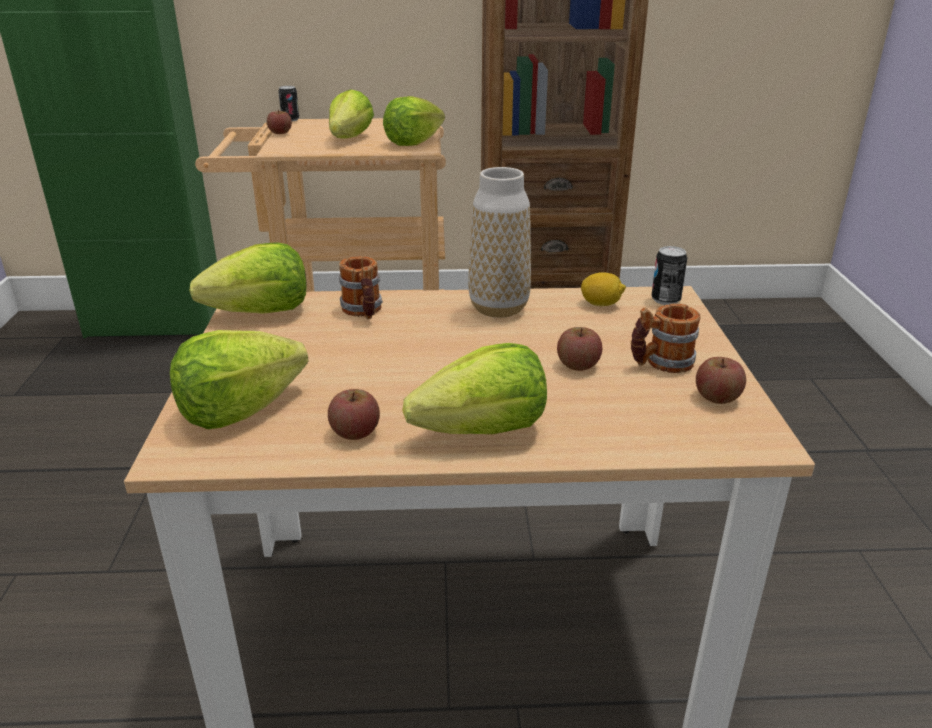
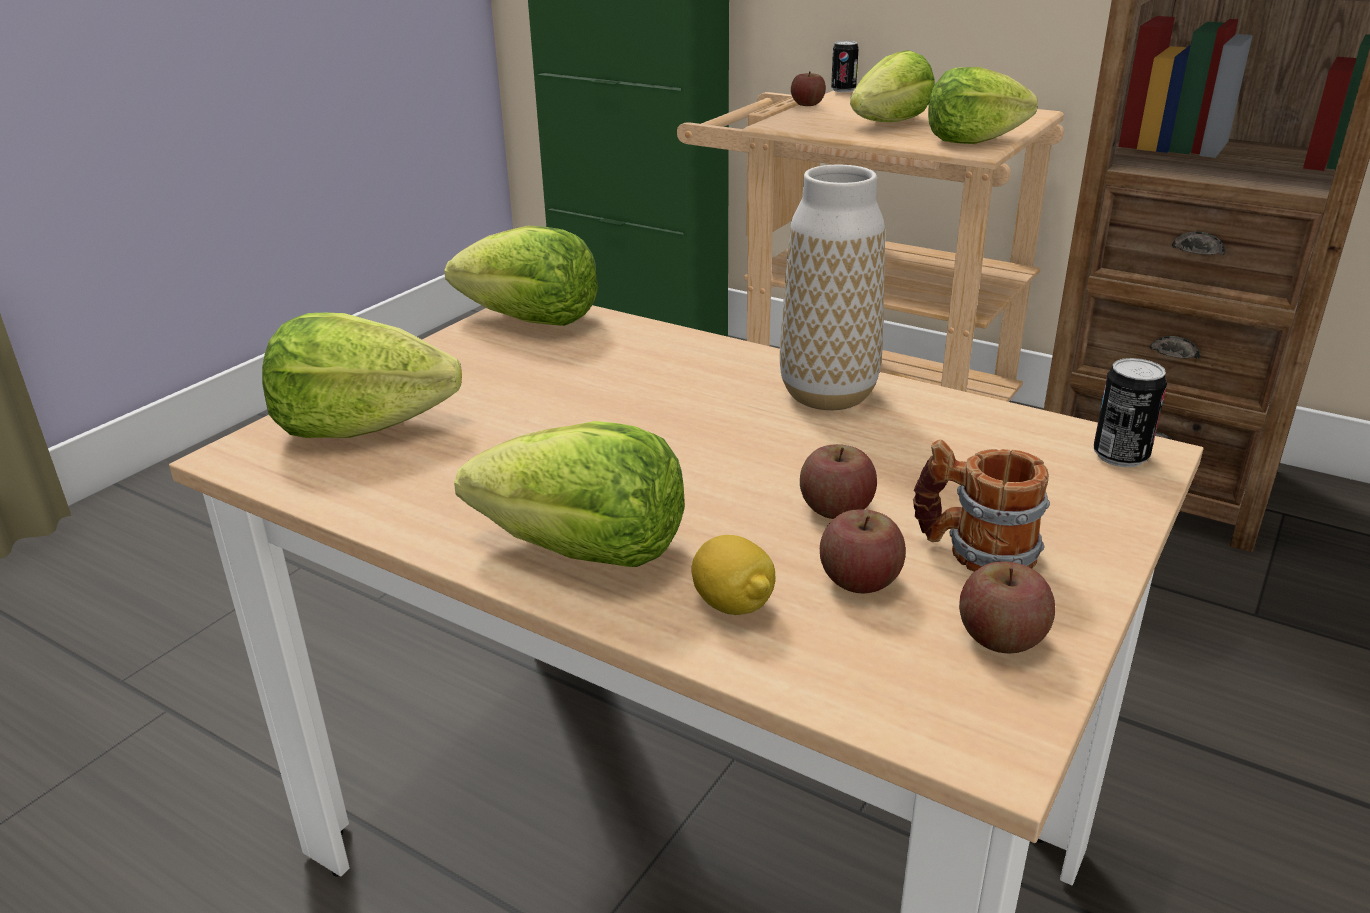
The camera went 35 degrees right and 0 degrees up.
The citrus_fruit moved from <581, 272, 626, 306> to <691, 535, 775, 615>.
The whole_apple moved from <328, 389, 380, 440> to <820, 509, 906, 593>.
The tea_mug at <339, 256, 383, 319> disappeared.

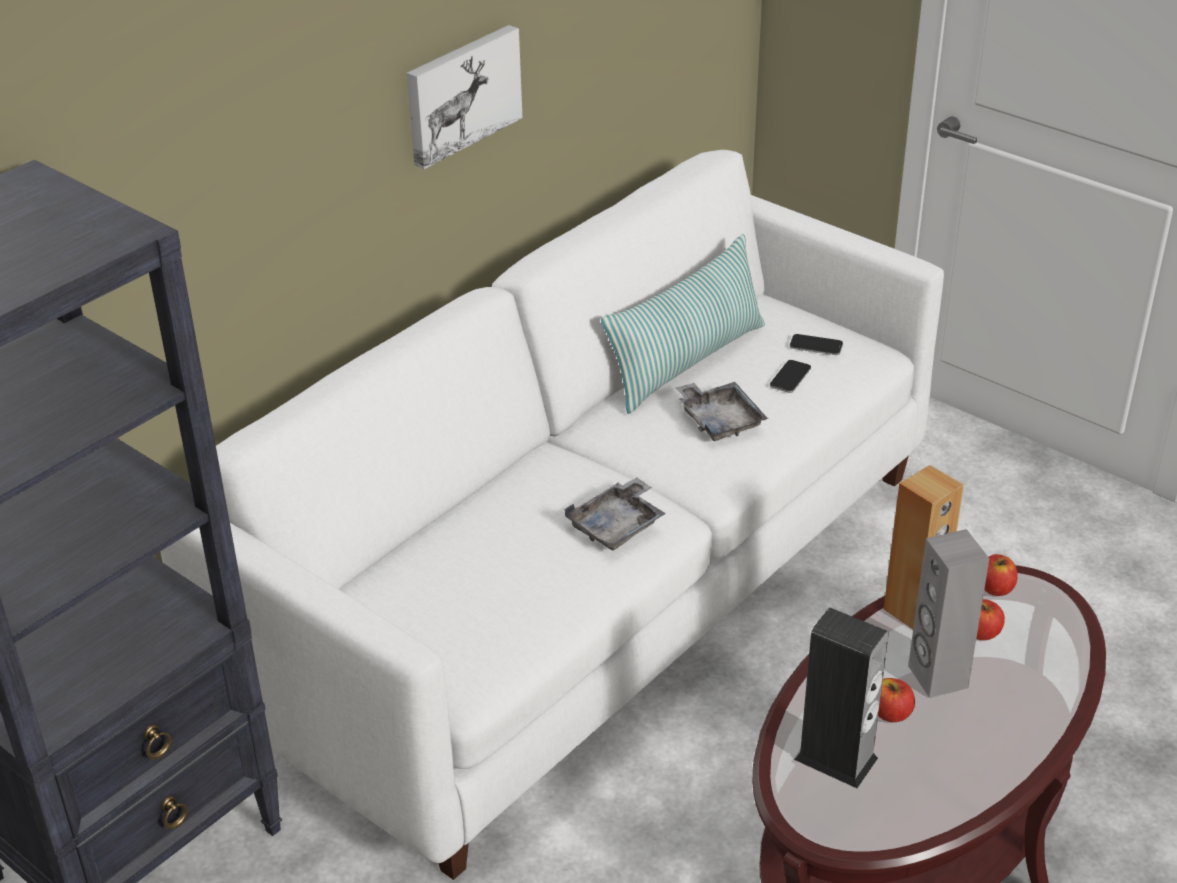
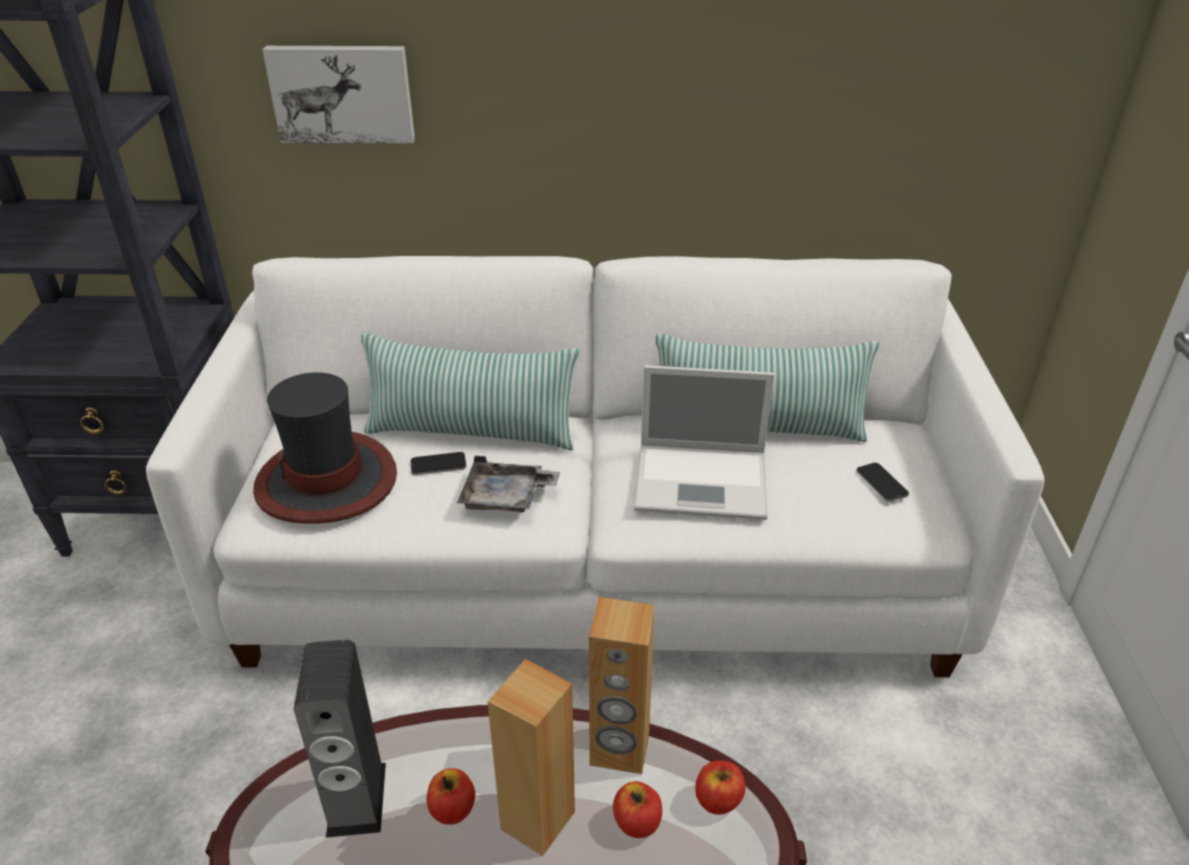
The camera went 50 degrees right and 0 degrees up.
The hat at <253, 372, 397, 524> appeared.
The wall_picture moved from <407, 25, 522, 169> to <262, 46, 415, 143>.
The cushion at <361, 333, 579, 450> appeared.
The telephone moved from <770, 360, 811, 393> to <411, 452, 466, 475>.
The gray_speaker at <908, 529, 989, 698> became the brown_speaker at <487, 659, 575, 856>.
The gray_tray at <676, 382, 768, 441> was replaced by the laptop at <634, 365, 775, 520>.

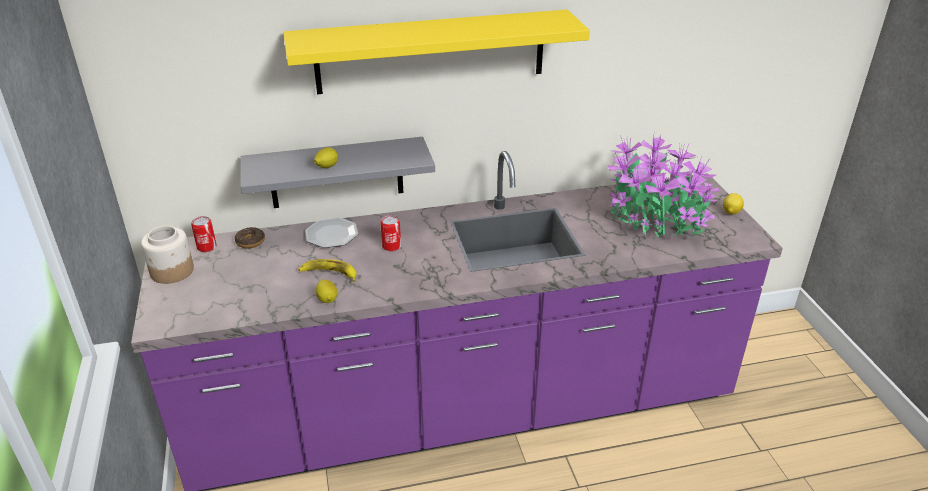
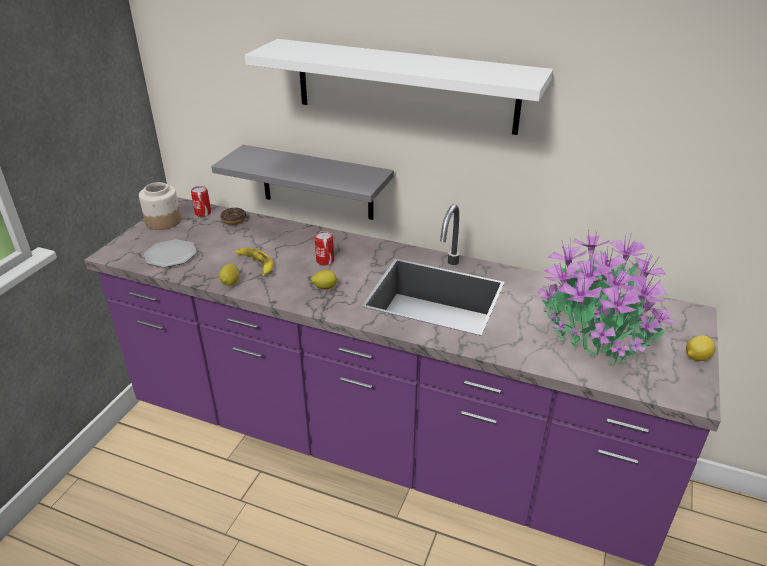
The camera went 35 degrees right and 0 degrees up.
The plate moved from <305, 218, 358, 248> to <144, 239, 197, 268>.
The yellowish_bracket_shelf at <283, 10, 590, 94> became the white_bracket_shelf at <245, 39, 553, 135>.
The citrus_fruit moved from <314, 147, 338, 168> to <311, 270, 338, 289>.

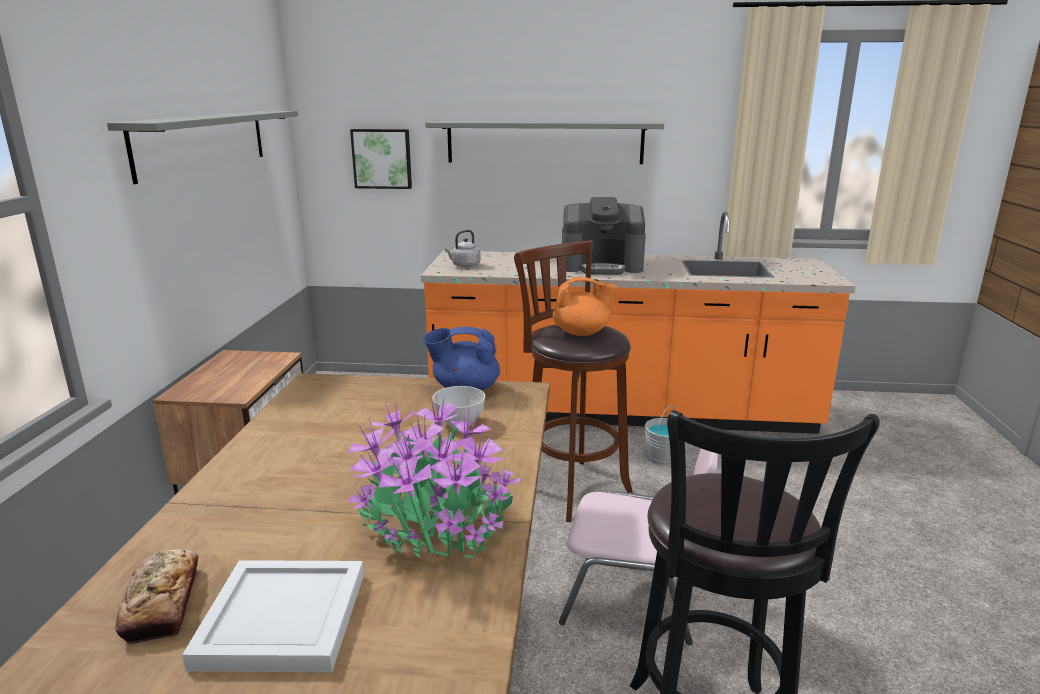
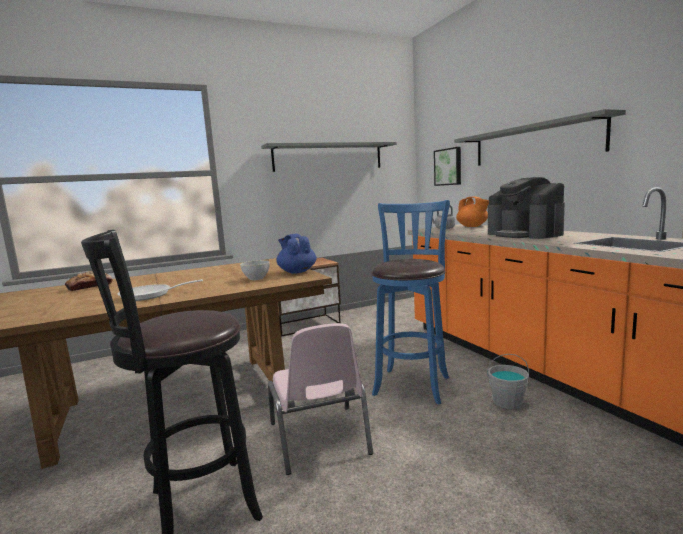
The camera went 60 degrees right and 10 degrees down.
The plant_in_a_pot at <348, 395, 521, 559> was replaced by the pan at <118, 279, 203, 301>.
The brown_sitting_stool at <514, 240, 633, 522> became the blue_sitting_stool at <372, 200, 450, 405>.
The orange-coloured_teapot moved from <553, 277, 618, 336> to <456, 196, 489, 227>.
The white_tray at <182, 560, 364, 672> disappeared.

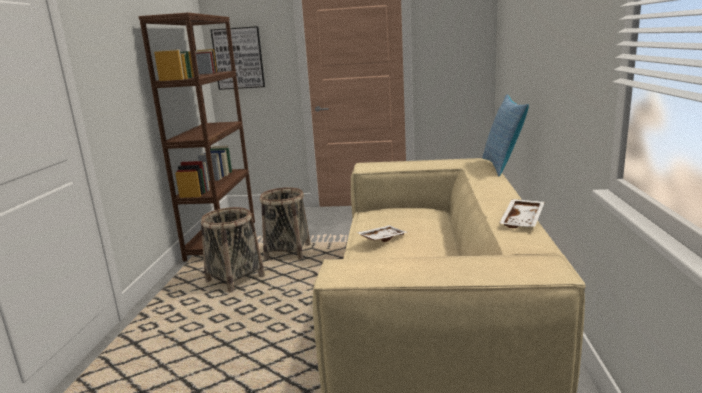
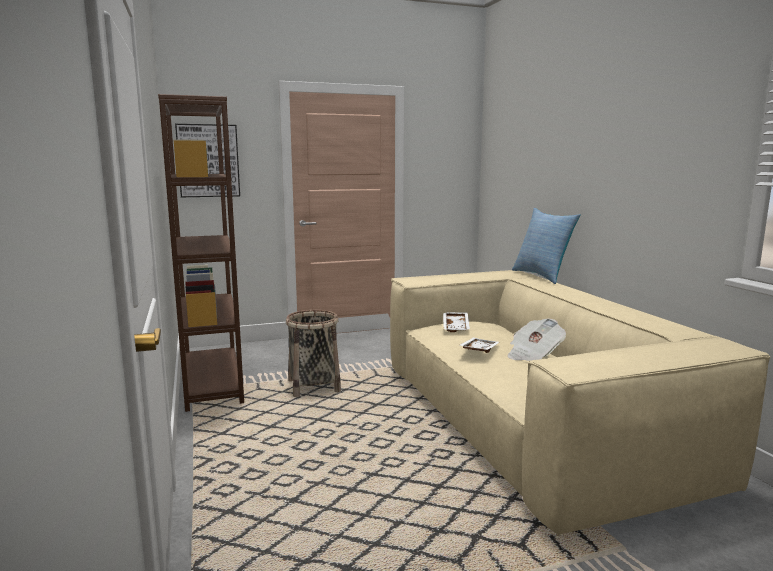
The camera went 25 degrees left and 5 degrees down.
The white_tray moved from <499, 199, 545, 228> to <443, 312, 470, 332>.
The newspaper at <507, 318, 566, 361> appeared.
The storage_basket at <201, 207, 265, 292> disappeared.

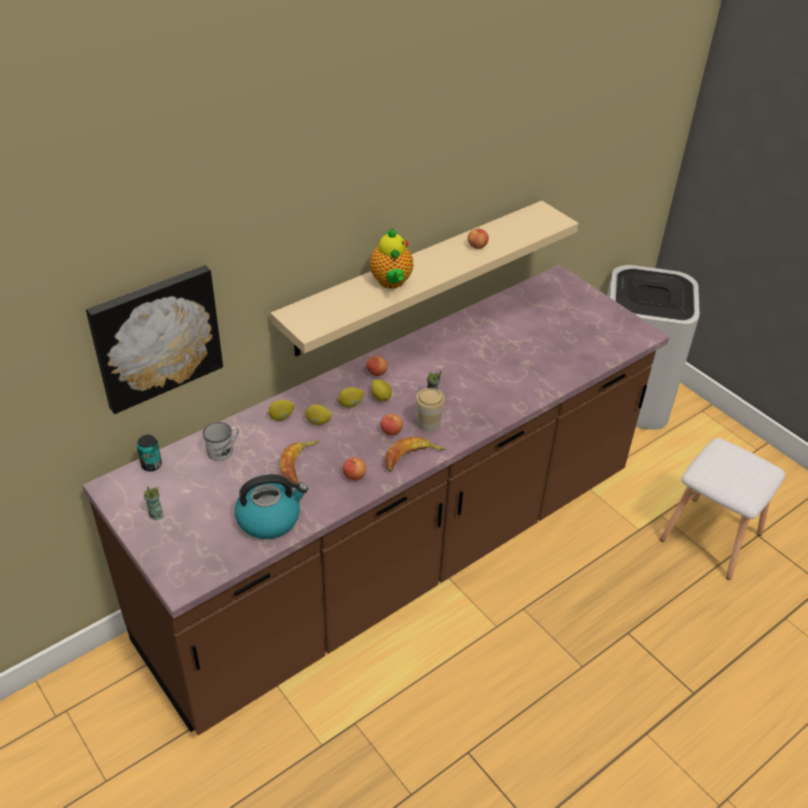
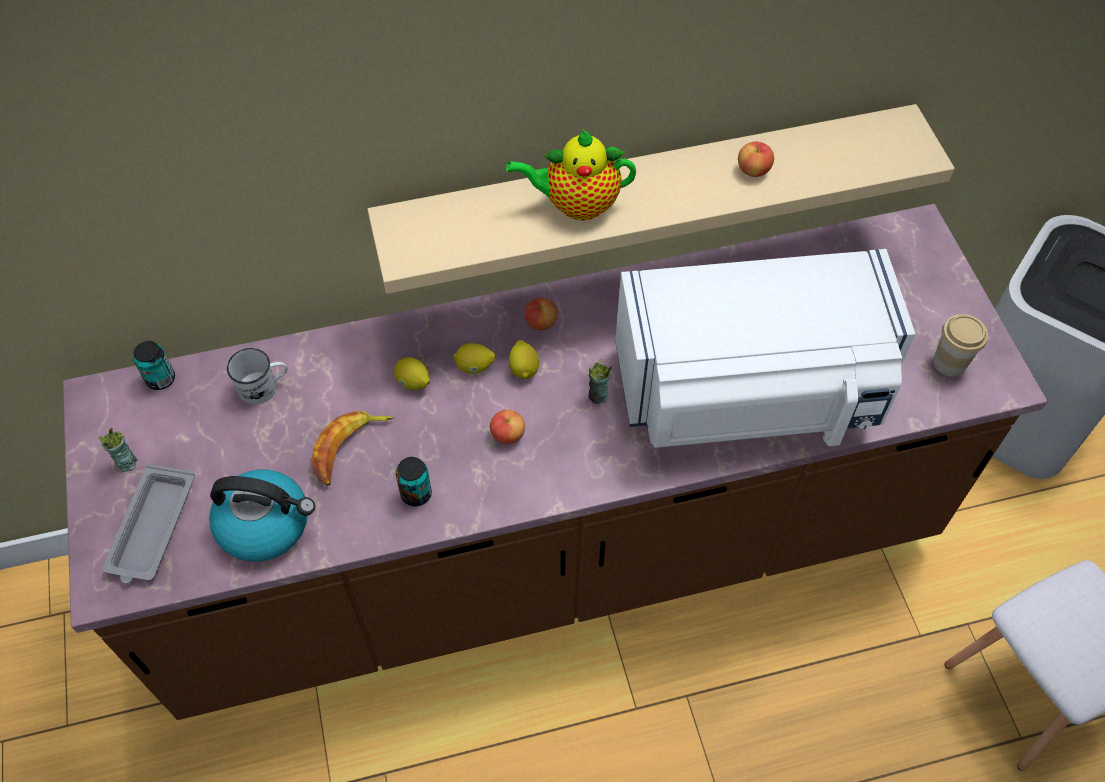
The camera went 25 degrees right and 15 degrees up.
The gray_tray at <102, 464, 195, 584> appeared.
The whole_apple at <343, 457, 366, 480> was replaced by the sealed_can at <396, 457, 432, 506>.
The teapot at <370, 228, 413, 289> turned 75 degrees clockwise.
The white_microwave_oven at <615, 249, 915, 448> appeared.
The cup moved from <416, 388, 445, 432> to <933, 314, 988, 377>.
The wall_picture at <86, 265, 223, 414> disappeared.
The citrus_fruit at <267, 400, 294, 421> disappeared.
The whole_banana at <384, 437, 446, 472> disappeared.

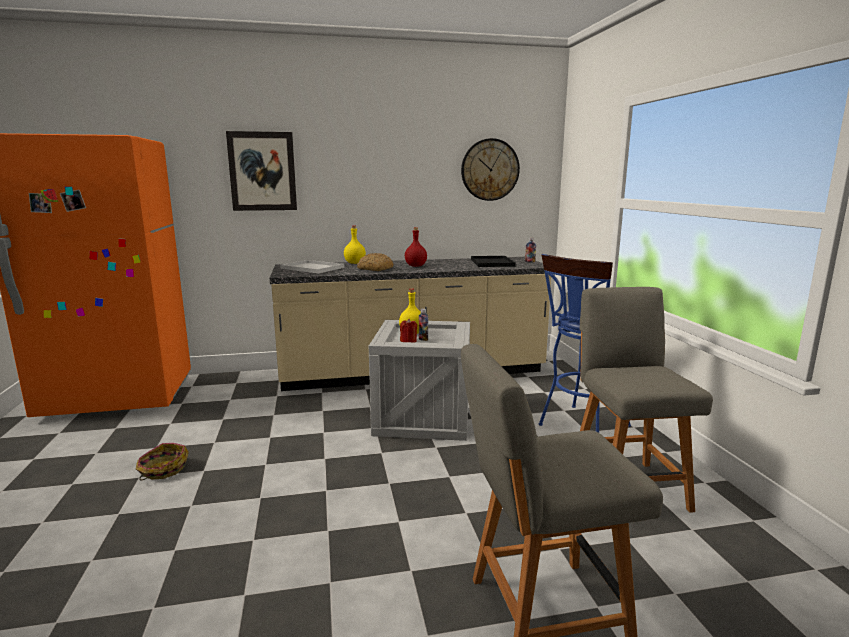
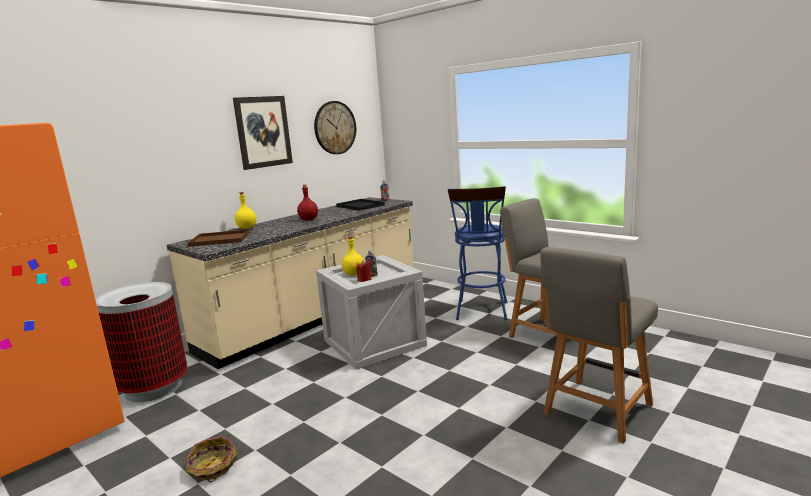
The camera went 35 degrees left and 0 degrees up.
The trash_can at <95, 282, 188, 402> appeared.
The white_tray at <280, 260, 345, 273> became the brown_tray at <187, 230, 250, 247>.
The wall_picture moved from <226, 131, 297, 211> to <233, 96, 293, 170>.
The bread at <357, 253, 394, 271> disappeared.

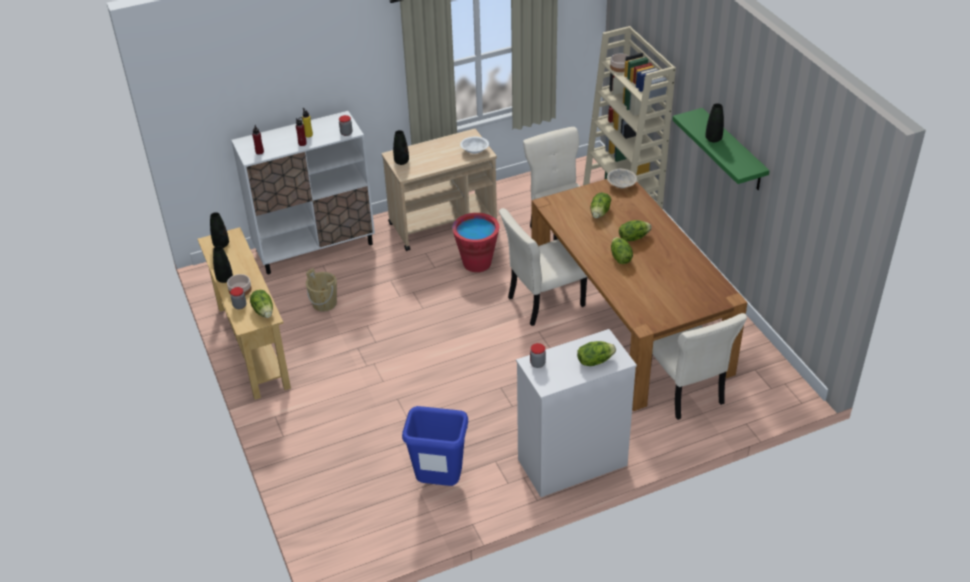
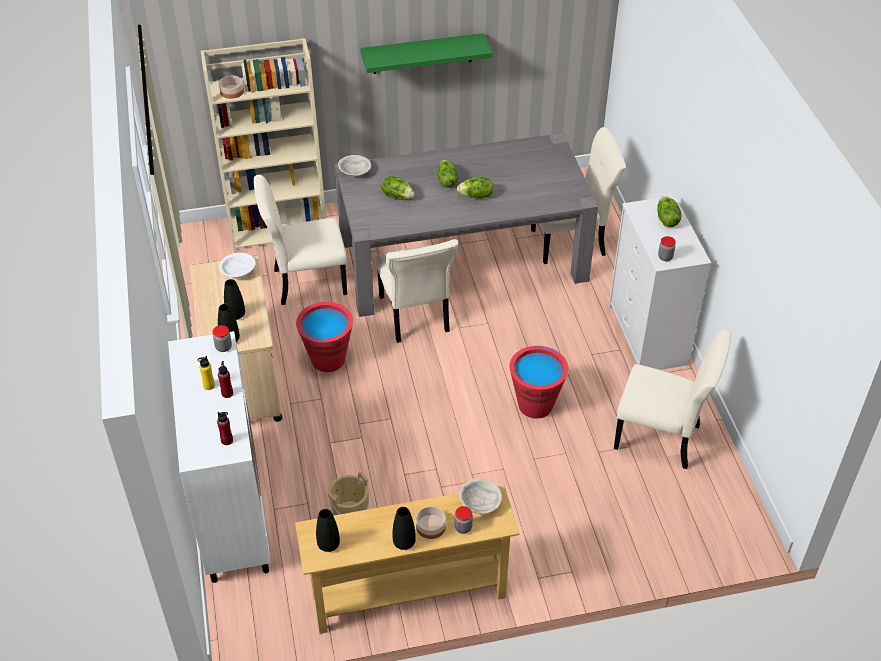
The camera went 80 degrees left and 5 degrees up.
The black_flower_vase moved from <705, 103, 724, 143> to <224, 279, 245, 320>.
The brown_kitchen_table at <531, 179, 748, 411> became the gray_kitchen_table at <335, 133, 598, 317>.
The lettuce_head at <250, 290, 273, 318> was replaced by the sand-coloured_serving_bowl at <459, 478, 502, 514>.
The red_pail at <510, 346, 568, 419> appeared.
The blue_trash_can at <402, 406, 468, 486> was replaced by the sand-coloured_plain_chair at <614, 330, 731, 469>.

